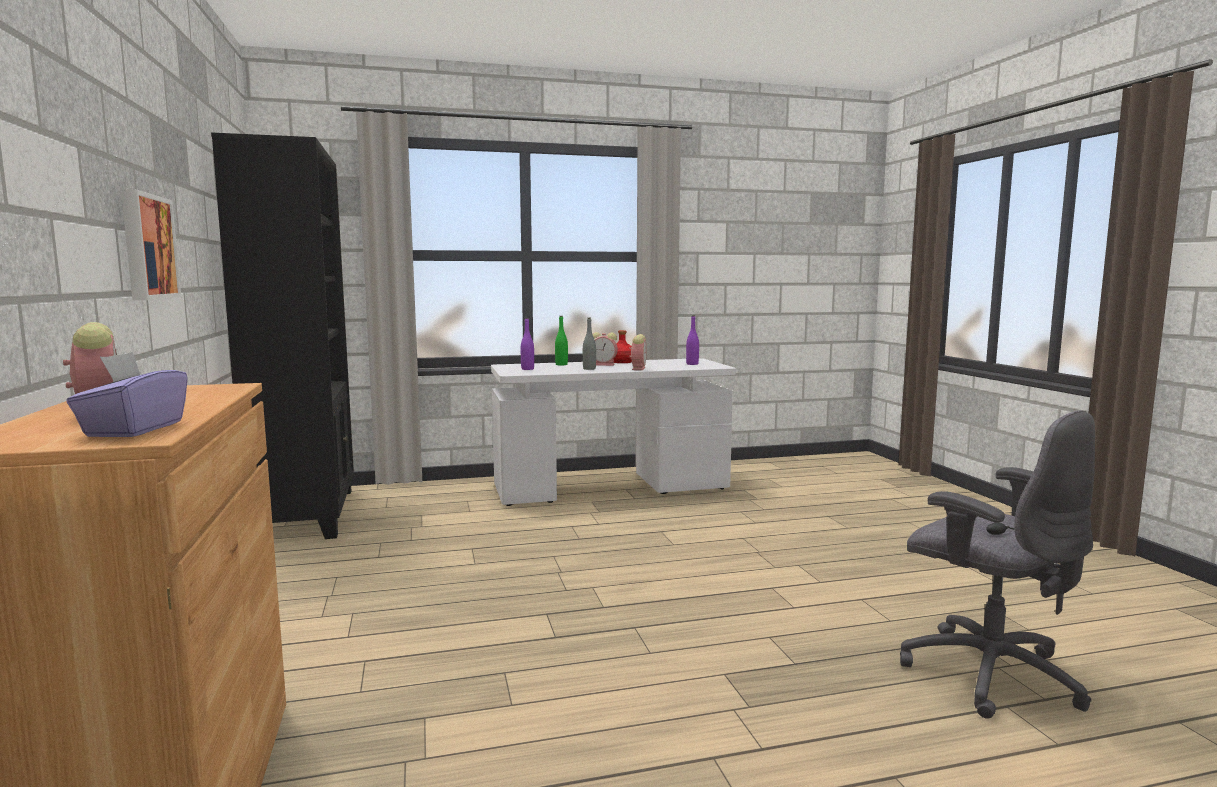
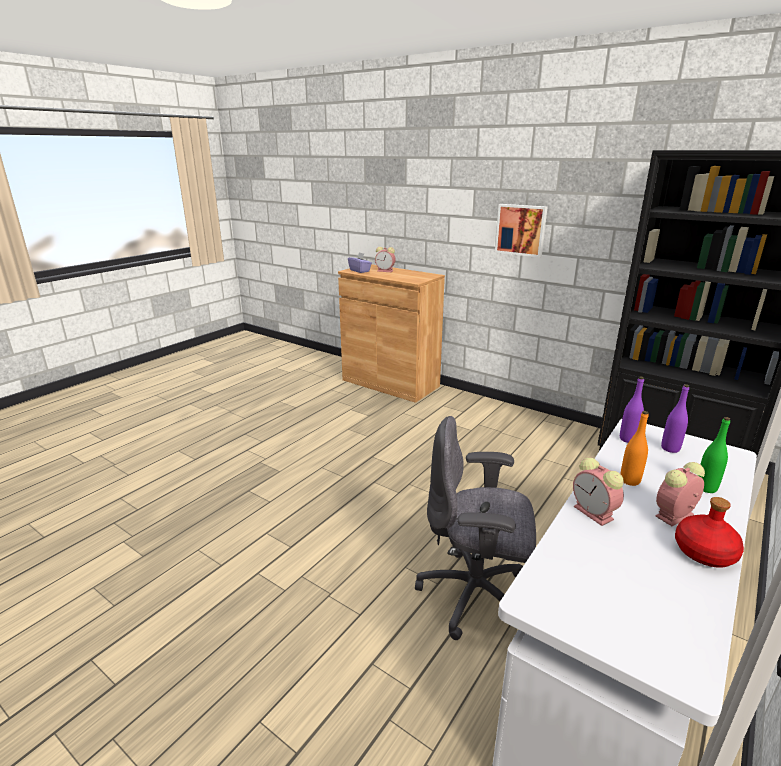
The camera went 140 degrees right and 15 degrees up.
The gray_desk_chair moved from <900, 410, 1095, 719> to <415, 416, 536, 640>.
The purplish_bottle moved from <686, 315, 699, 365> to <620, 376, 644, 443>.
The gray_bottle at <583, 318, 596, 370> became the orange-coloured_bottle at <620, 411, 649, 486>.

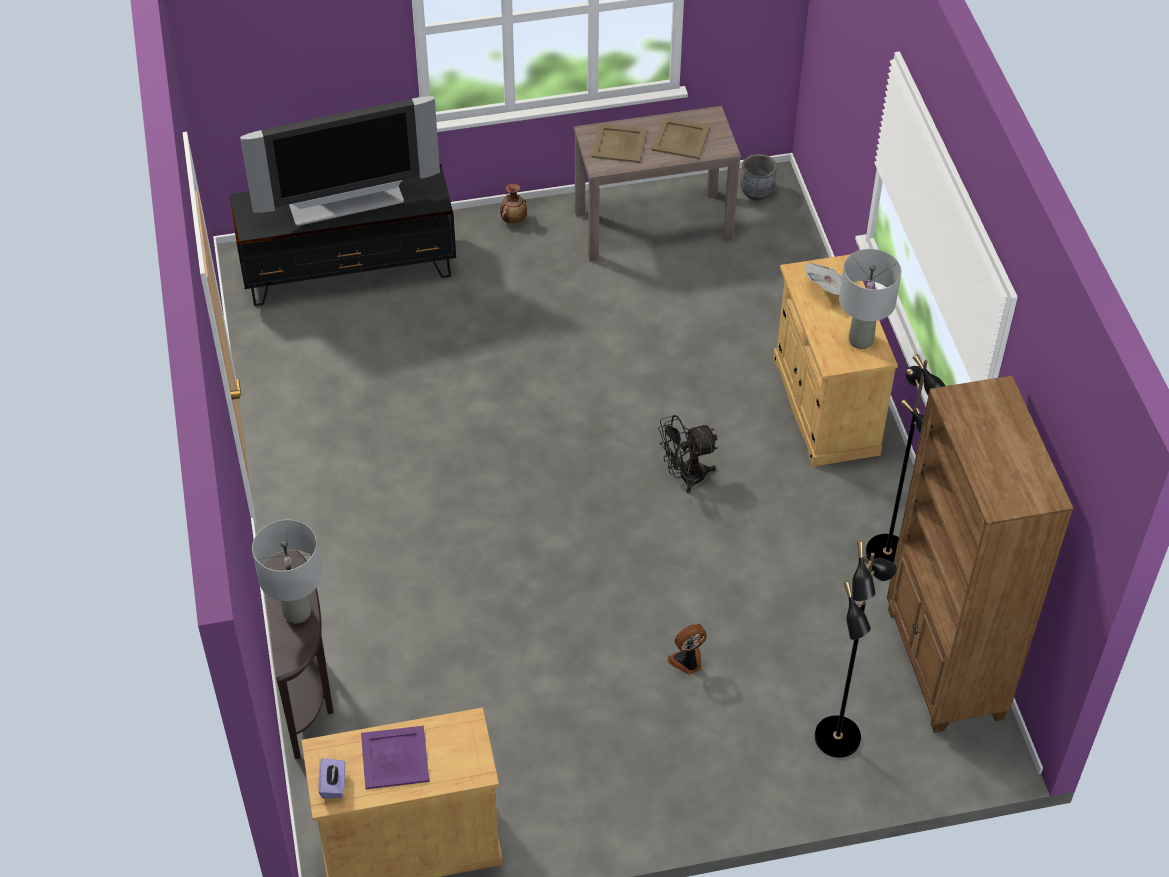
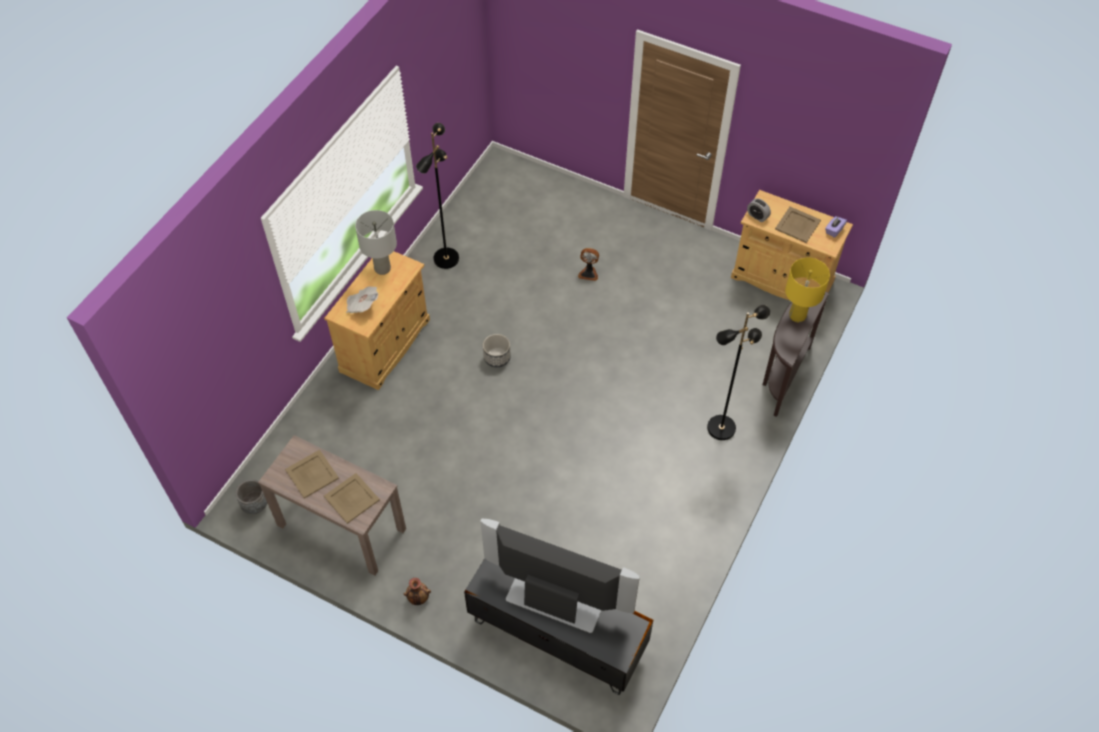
The camera went 140 degrees left and 5 degrees up.
The black_electric_fan at <658, 415, 718, 494> was replaced by the flower_pot at <483, 334, 511, 367>.
The black_standing_lamp moved from <815, 540, 897, 758> to <707, 305, 770, 440>.
The alarm_clock at <747, 198, 771, 222> appeared.
The purplish_tray at <361, 726, 429, 789> became the sand-coloured_tray at <775, 207, 821, 243>.
The gray_table_lamp at <252, 520, 322, 624> became the yellowish_table_lamp at <785, 258, 830, 322>.
The brown_bookshelf at <887, 376, 1074, 733> disappeared.

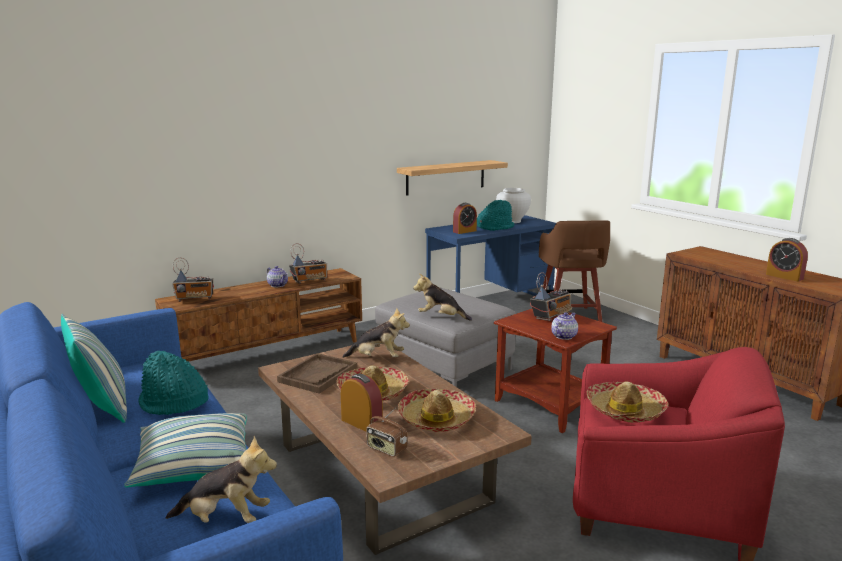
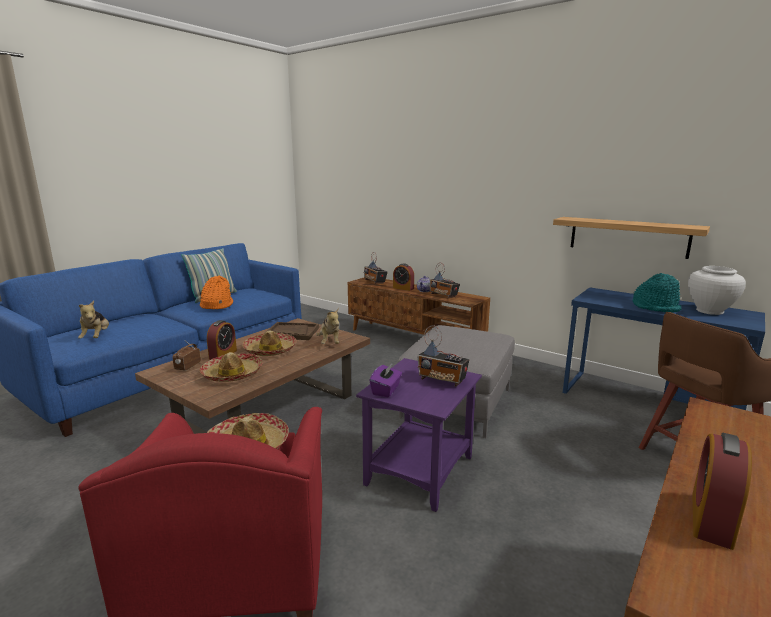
The camera went 70 degrees right and 0 degrees up.
The turquoise-coloured_hat at <138, 351, 209, 415> became the orange-coloured_hat at <200, 276, 233, 309>.
The brown_side_table at <494, 309, 617, 433> became the purplish_side_table at <356, 358, 482, 512>.
The teapot at <551, 312, 578, 340> was replaced by the purplish_box_of_tissues at <369, 363, 402, 397>.
The alarm_clock moved from <453, 203, 477, 234> to <393, 263, 414, 291>.
The cushion at <124, 413, 247, 487> disappeared.
The cuddly_toy at <413, 273, 472, 321> disappeared.

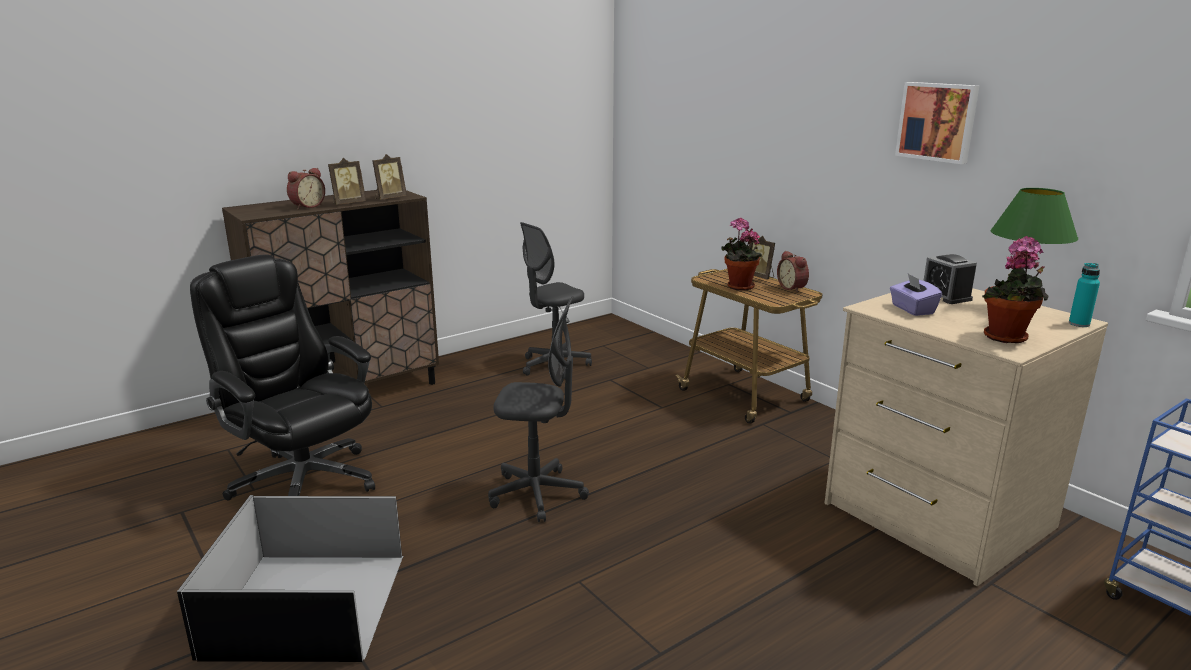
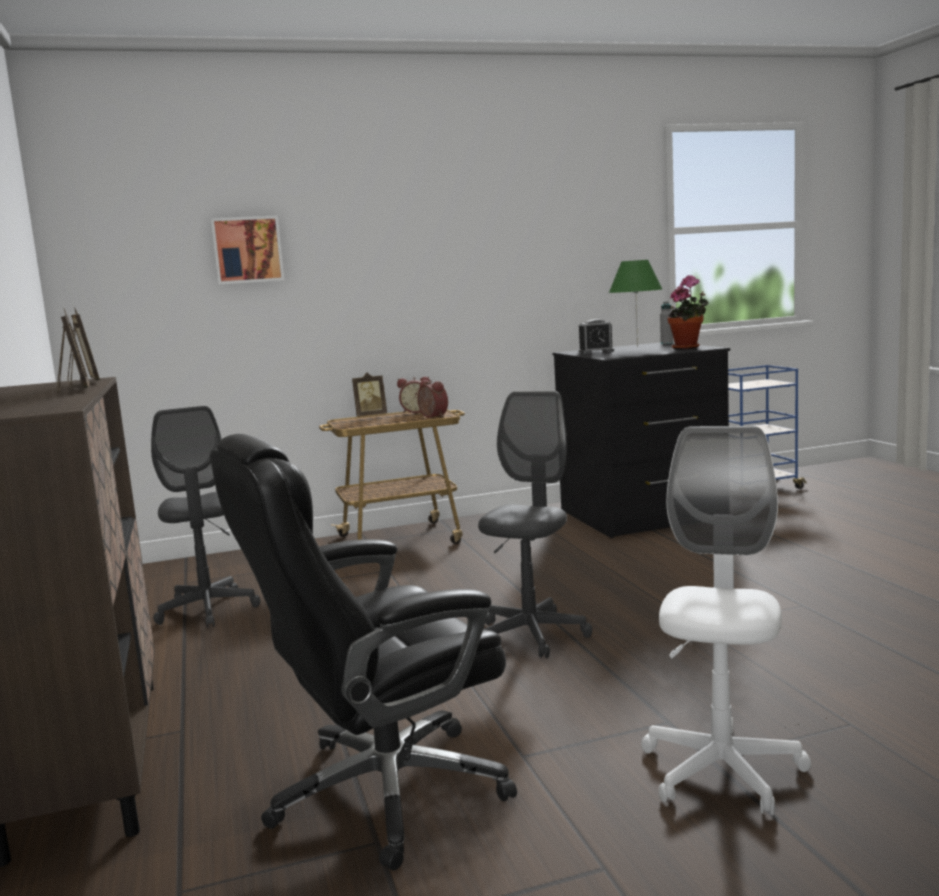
The camera went 70 degrees left and 10 degrees down.
The wall_picture moved from <895, 82, 979, 164> to <211, 215, 284, 285>.
The alarm_clock moved from <287, 168, 325, 209> to <417, 380, 448, 417>.
The sand-coloured_chest_of_drawers at <824, 288, 1108, 586> became the black_chest_of_drawers at <552, 343, 730, 538>.
The black_storage_container at <177, 495, 403, 662> was replaced by the white_desk_chair at <641, 426, 811, 815>.
The turquoise-coloured_bottle at <1069, 263, 1100, 327> became the gray_bottle at <660, 301, 673, 344>.
The plant_in_a_pot at <722, 217, 762, 291> disappeared.
The purplish_box_of_tissues at <890, 273, 942, 316> disappeared.

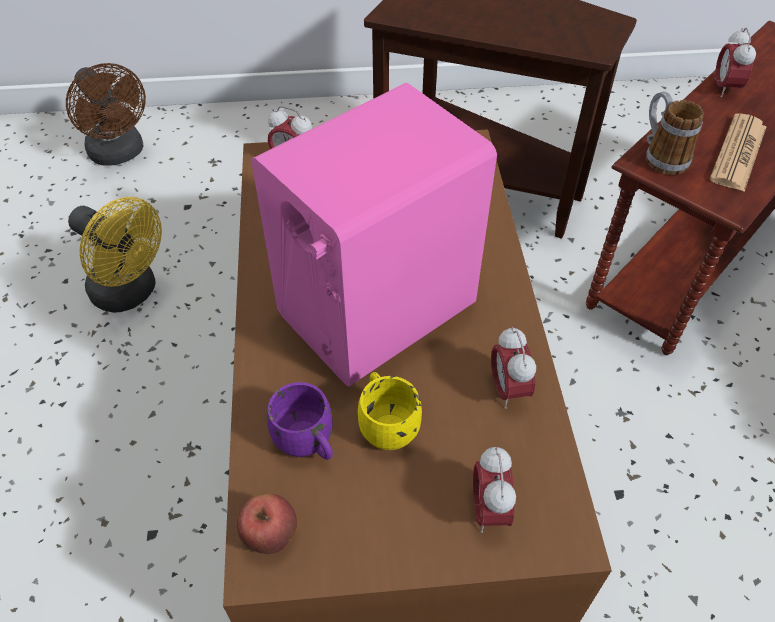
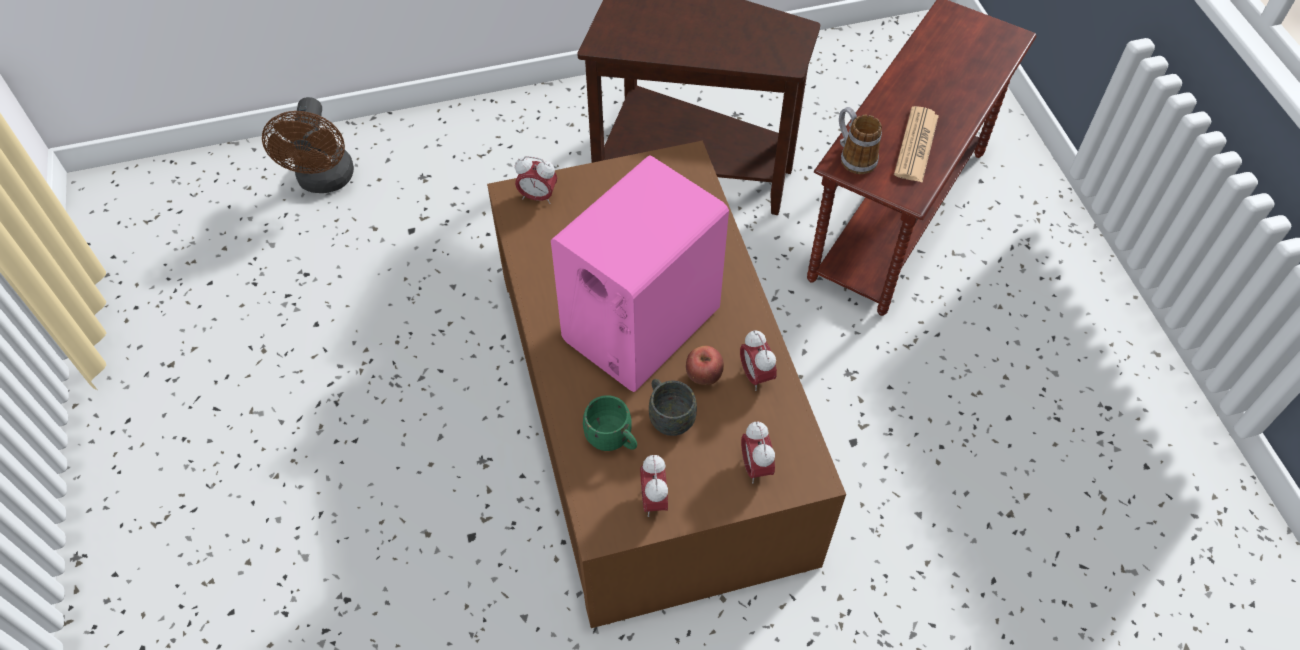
The camera went 10 degrees left and 5 degrees up.
The brown_electric_fan at <66, 63, 146, 166> turned 45 degrees clockwise.
The purplish_tea_mug at <267, 382, 333, 460> became the greenish_tea_mug at <583, 395, 637, 451>.
The alarm_clock moved from <715, 28, 756, 97> to <640, 455, 668, 517>.
The yellowish_tea_mug at <358, 372, 422, 450> became the gray_tea_mug at <649, 379, 697, 436>.
The whole_apple moved from <237, 493, 297, 554> to <686, 346, 724, 385>.
The yellowish_electric_fan at <68, 197, 162, 313> disappeared.

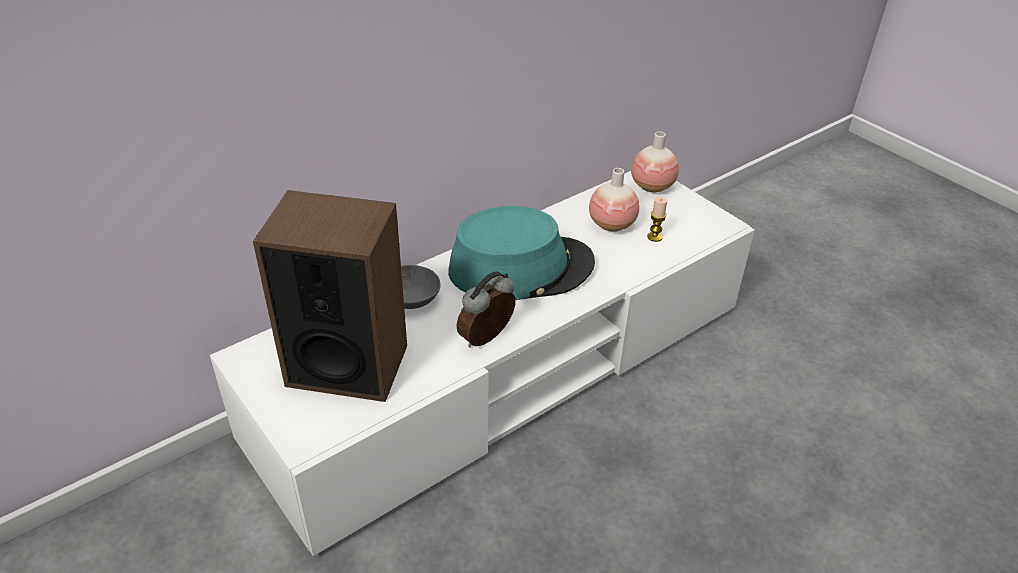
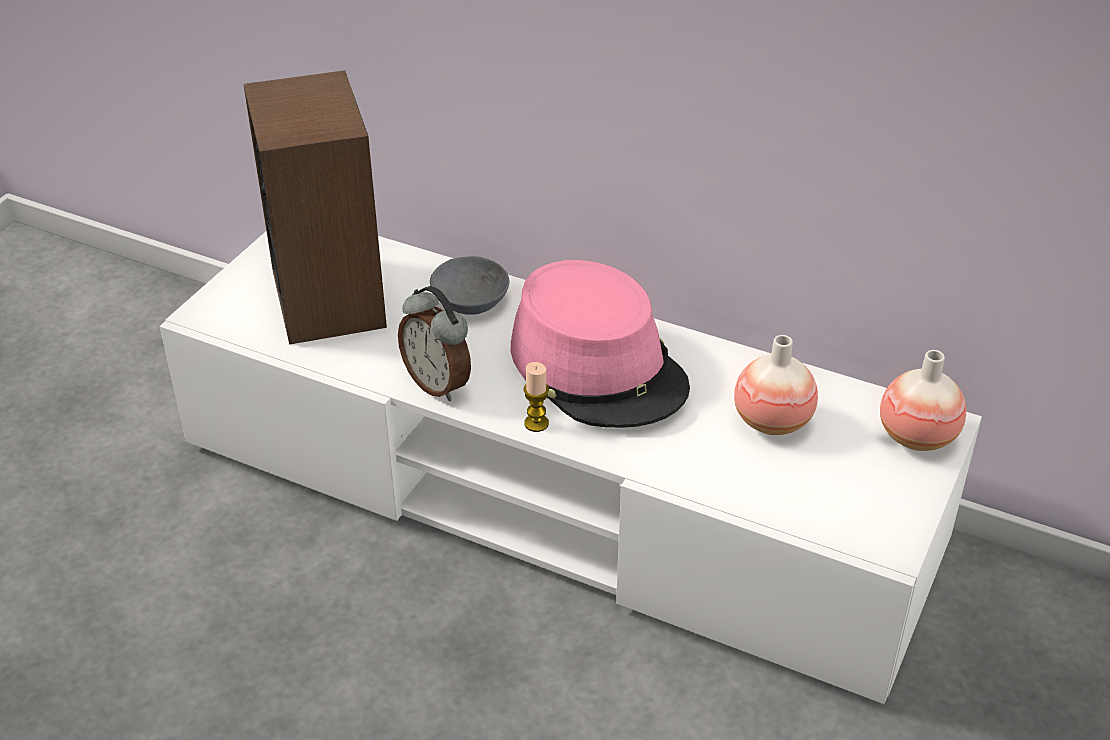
The camera went 65 degrees right and 0 degrees up.
The alarm_clock at <457, 271, 516, 347> turned 150 degrees counterclockwise.
The turquoise-coloured_hat at <448, 206, 595, 300> became the pinkish_hat at <511, 260, 690, 428>.
The candle moved from <647, 197, 667, 242> to <523, 362, 549, 432>.

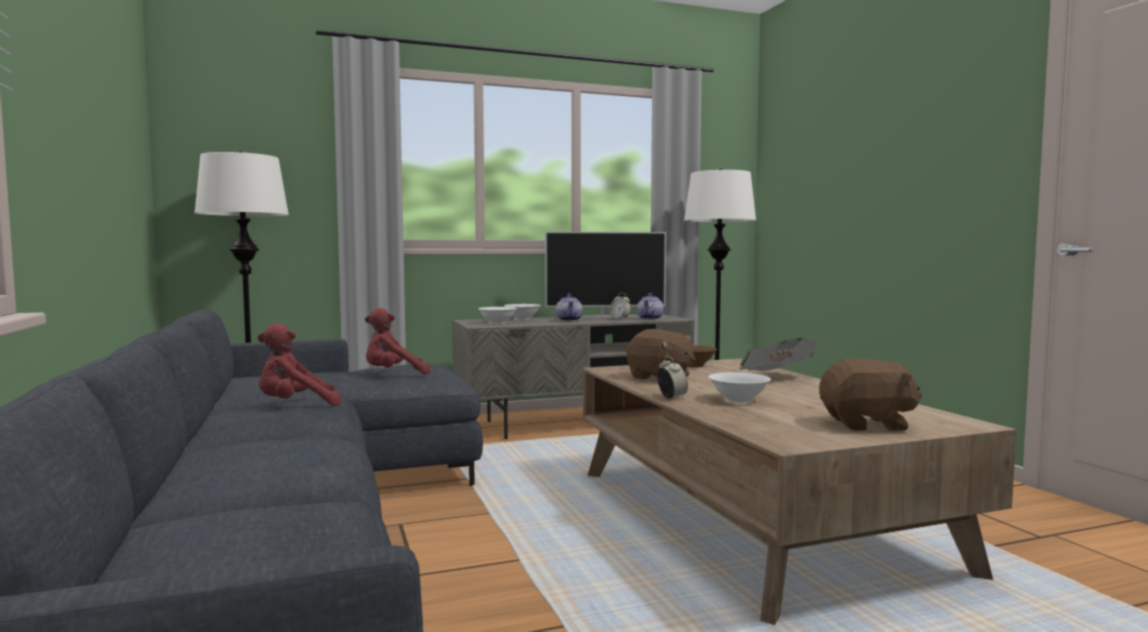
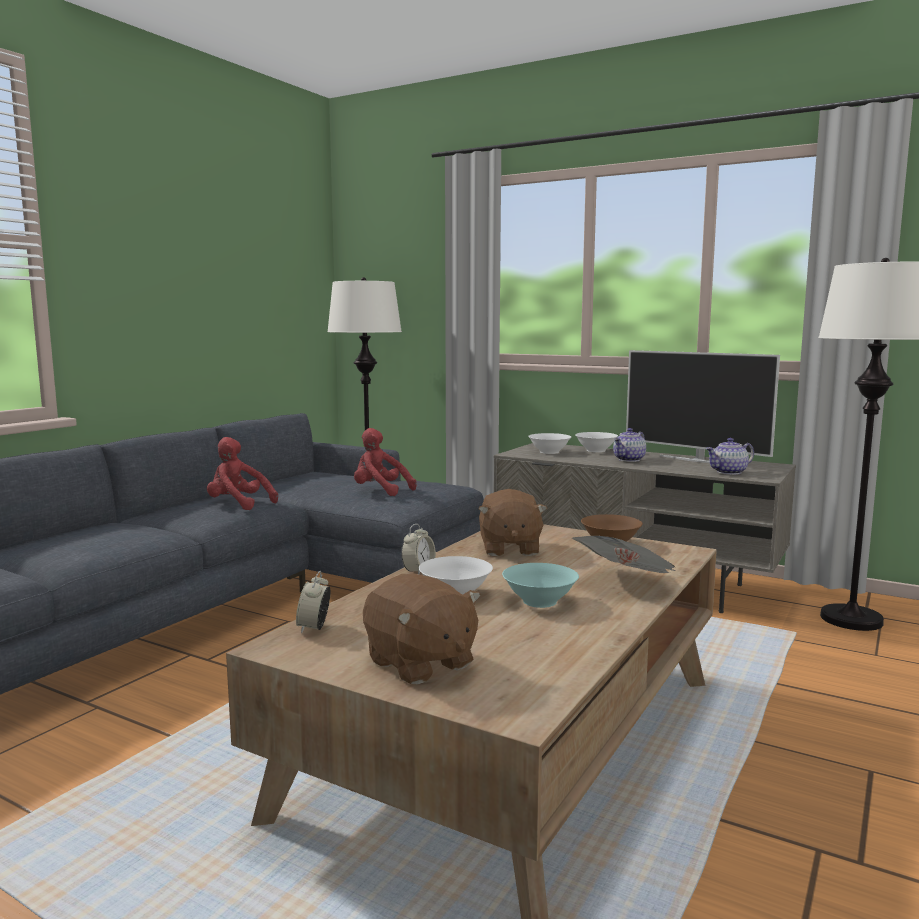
The camera went 50 degrees right and 5 degrees up.
The alarm_clock moved from <610, 293, 631, 319> to <296, 571, 330, 633>.
The turquoise-coloured_serving_bowl at <502, 563, 579, 608> appeared.

